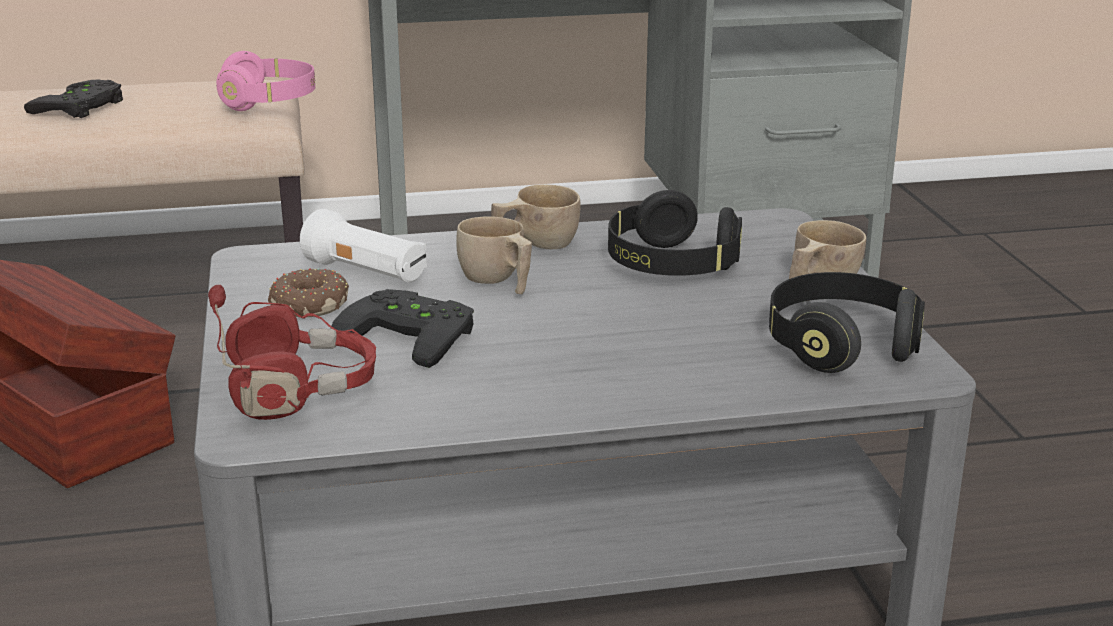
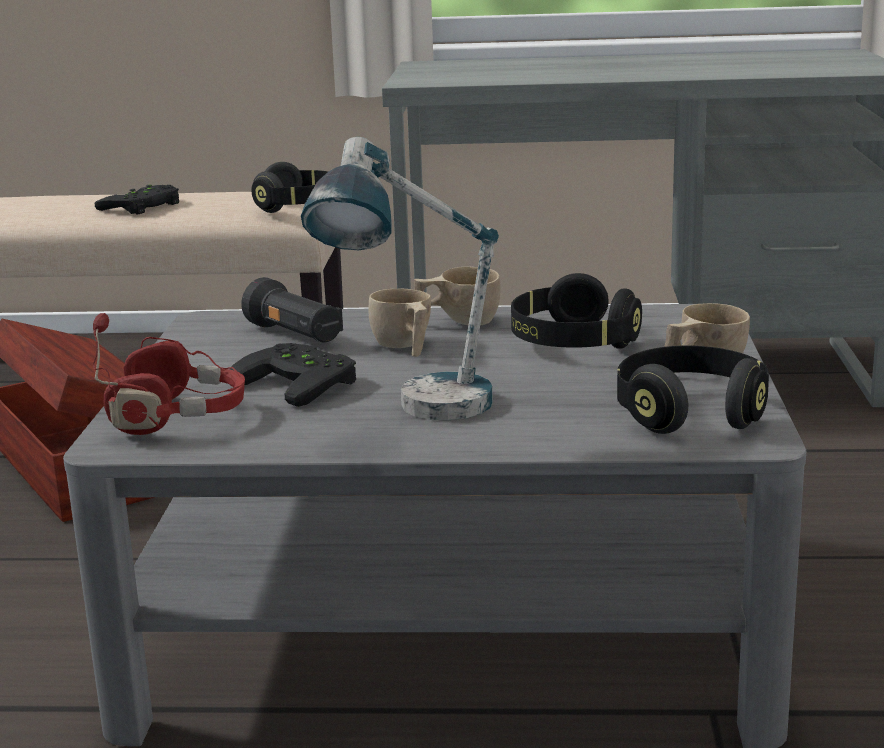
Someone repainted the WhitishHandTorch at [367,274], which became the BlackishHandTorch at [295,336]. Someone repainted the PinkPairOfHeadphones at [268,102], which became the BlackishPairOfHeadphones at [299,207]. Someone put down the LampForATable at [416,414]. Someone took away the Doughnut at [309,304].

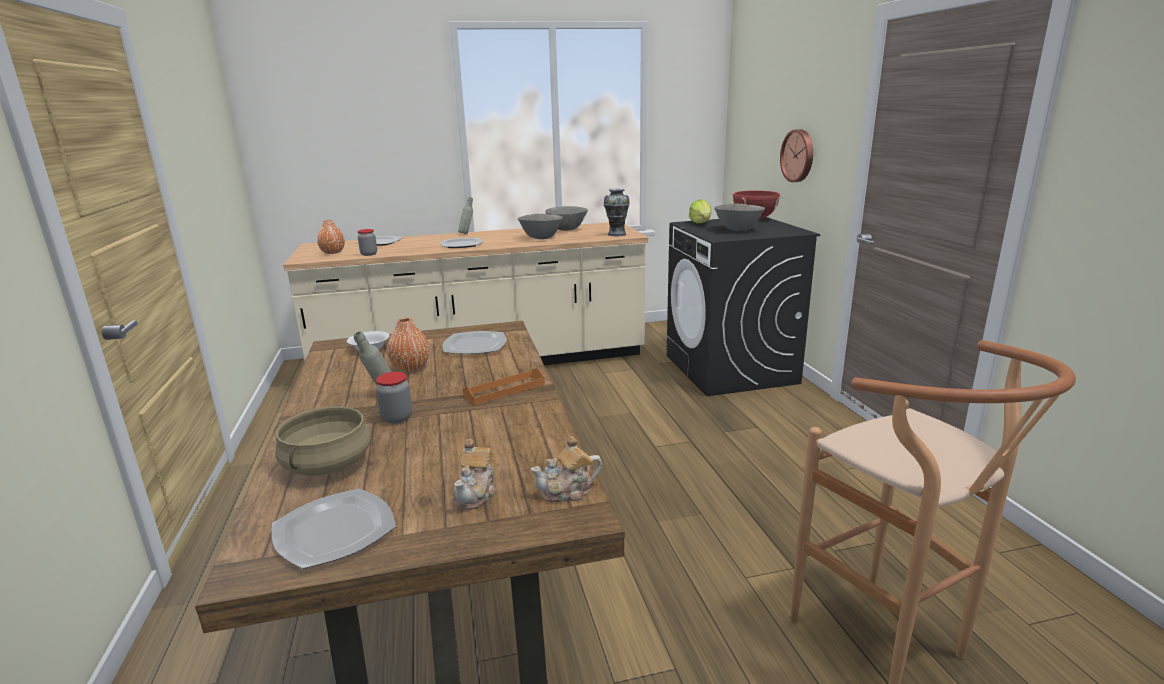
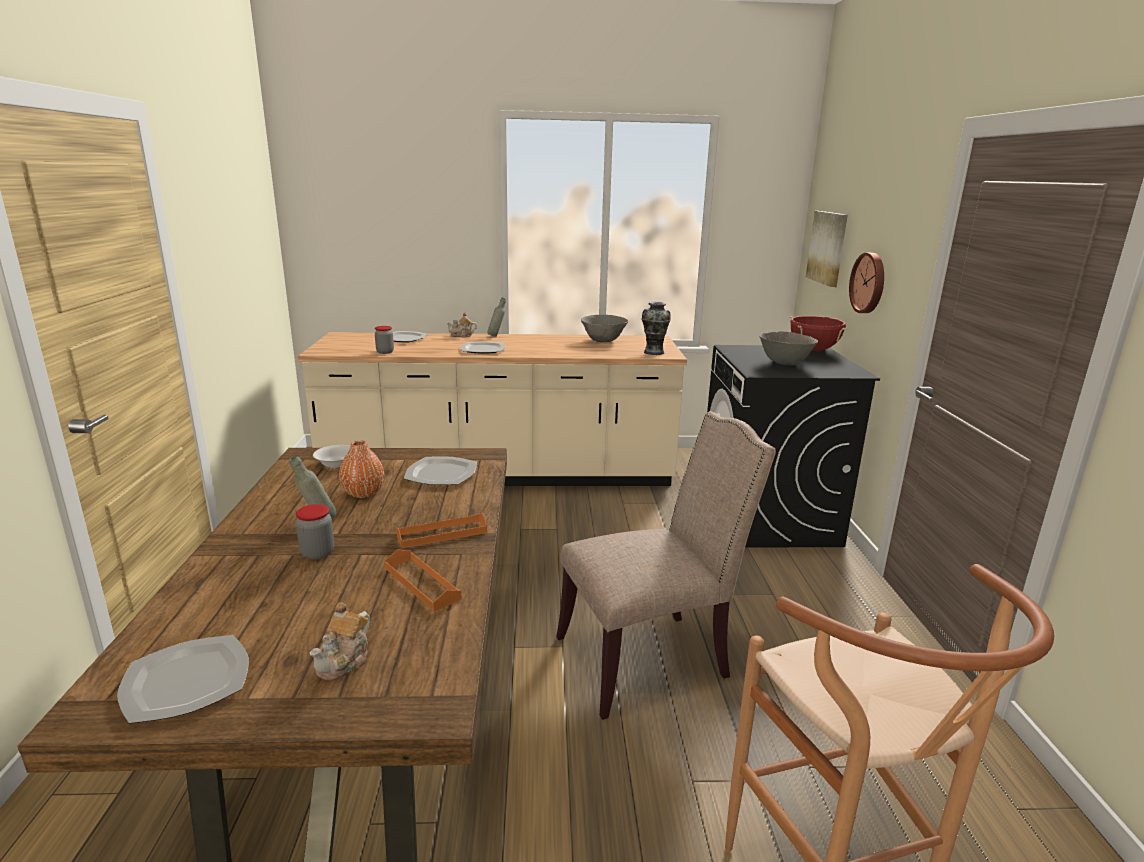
Someone put down the OrangeServingTray at [422,583]. Someone carried the TeaPot from [568,491] to [462,335]. Someone put down the BeigeColouredPlainChair at [649,658]. Someone put up the Picture at [828,247]. Someone took away the BeigeColouredSaucepot at [327,464]. Someone took away the OrangeDecorativeVase at [333,252]. Someone took away the GreyBowl at [541,238]. Someone took away the LettuceHead at [701,223].

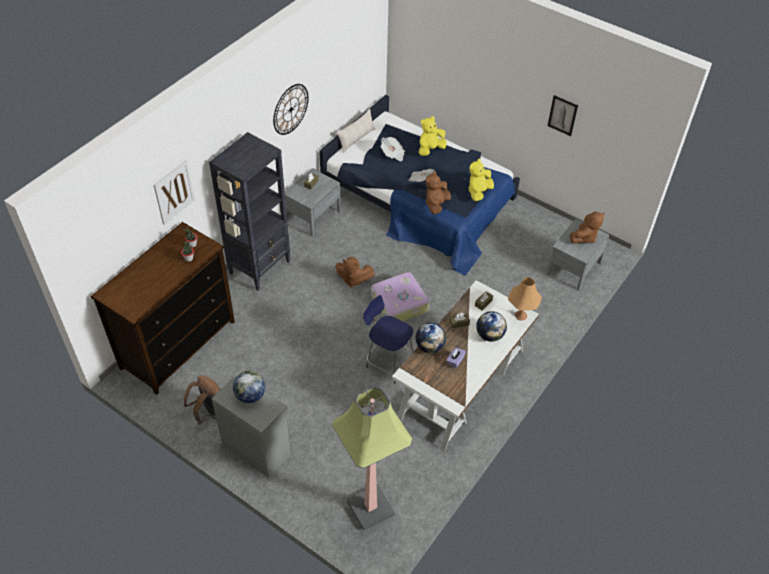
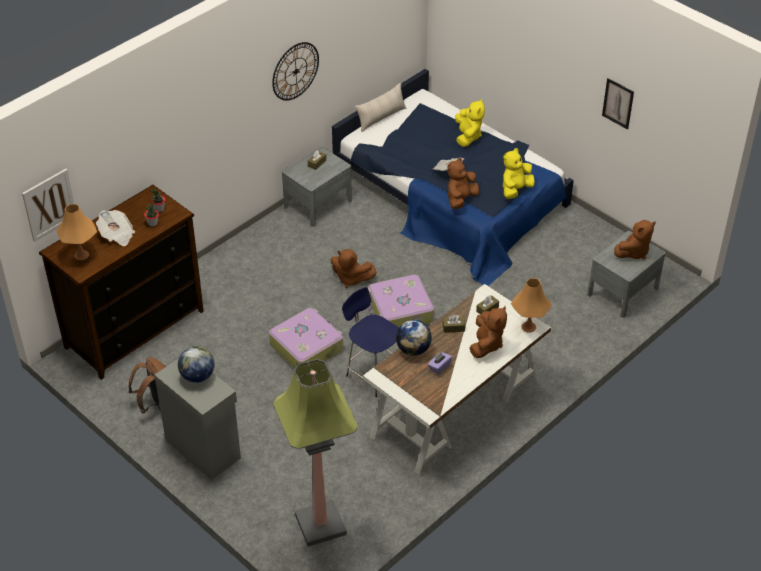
Someone carried the Picture from [174,192] to [49,204]. Someone put down the OrangeLampForATable at [81,255]. Someone carried the PrintedPaper from [393,154] to [117,235]. Someone put down the TravelCase at [307,346]. Someone rotated the YellowPlushToy at [430,149] by 120 degrees clockwise. Someone swapped the Globe at [489,335] for the BrownishPlushToy at [486,344]. Someone took away the BlackishShelvingUnit at [260,267].

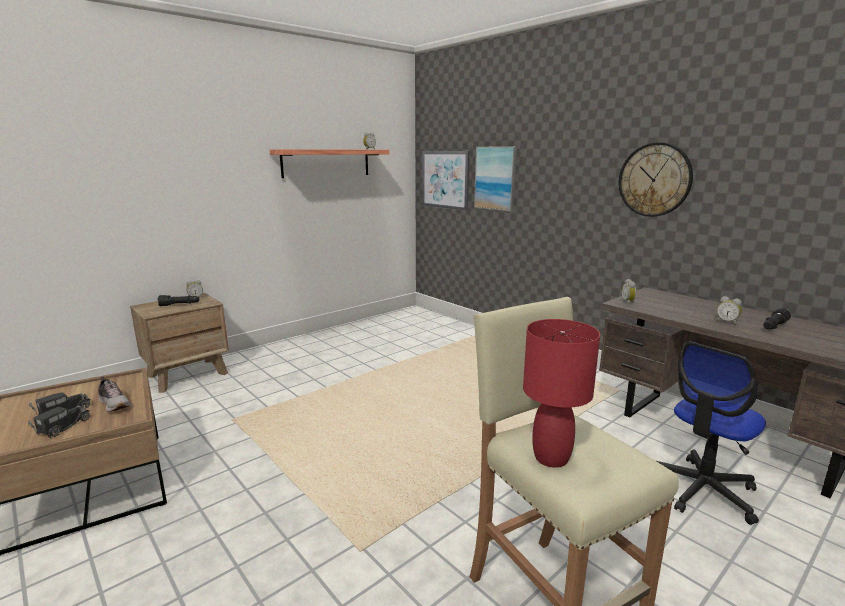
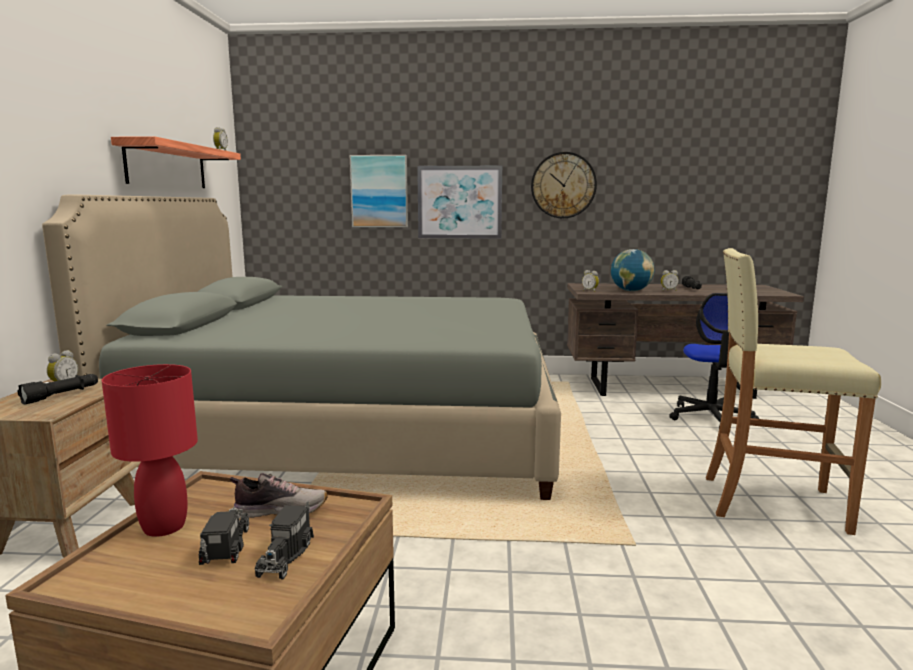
Someone put down the GreyBed at [352,432]. Someone carried the RedColouredLampForATable from [552,458] to [165,526]. Someone rotated the ModelTruck at [62,428] by 150 degrees counterclockwise. Someone carried the Picture from [445,179] to [459,202]. Someone put down the Globe at [631,291].

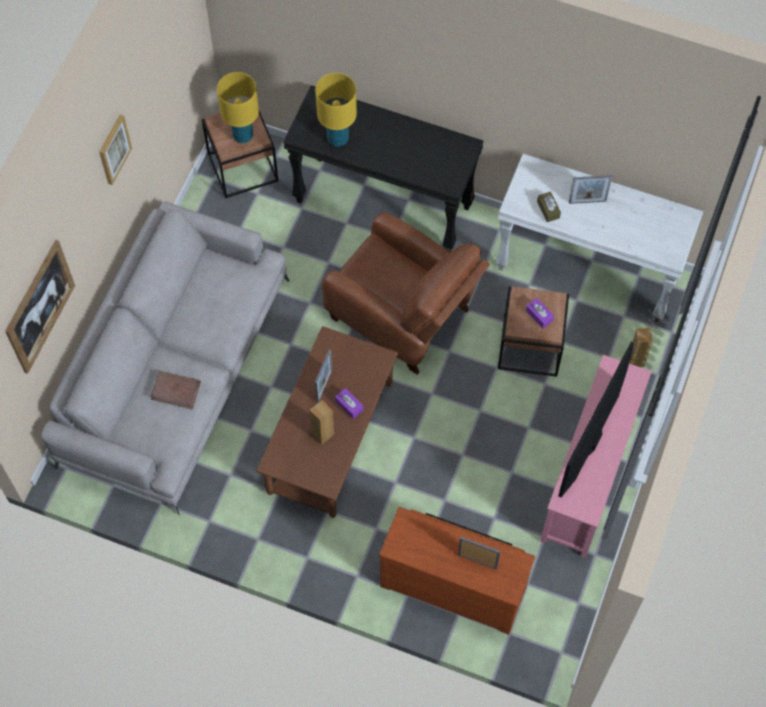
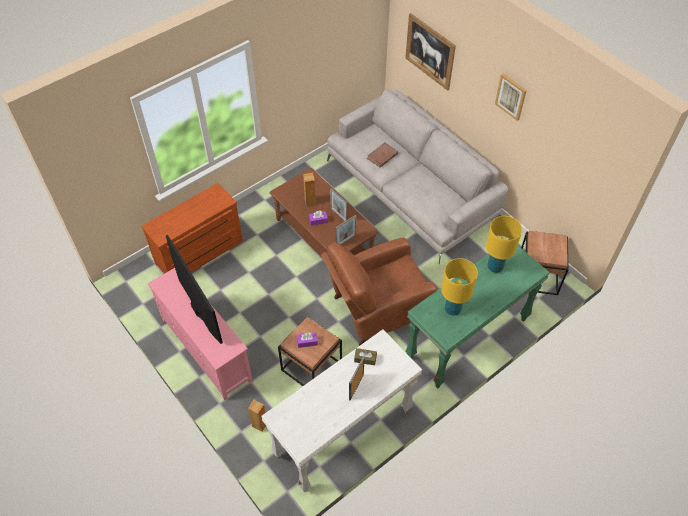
Someone carried the PhotoFrame from [477,561] to [346,240]. Someone repainted the BlackishHallTable at [384,204], which became the GreenHallTable at [468,339]. Someone carried the YellowLampForATable from [243,135] to [453,309].

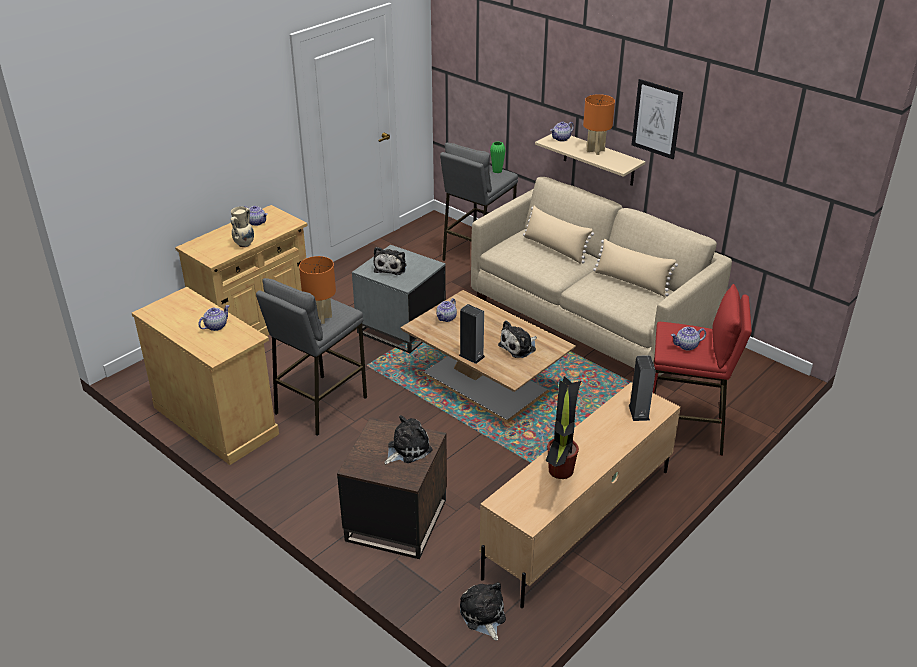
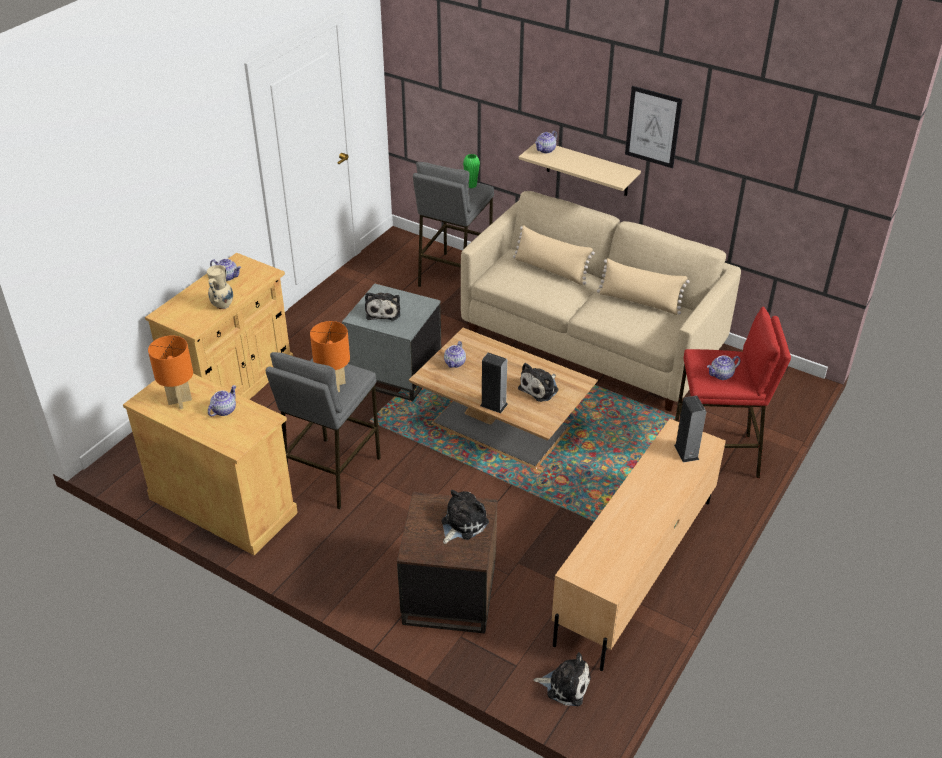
Someone carried the OrangeLampForATable from [595,151] to [179,401]. Someone rotated the PlushToy at [483,616] by 135 degrees clockwise. Someone took away the Houseplant at [560,471].

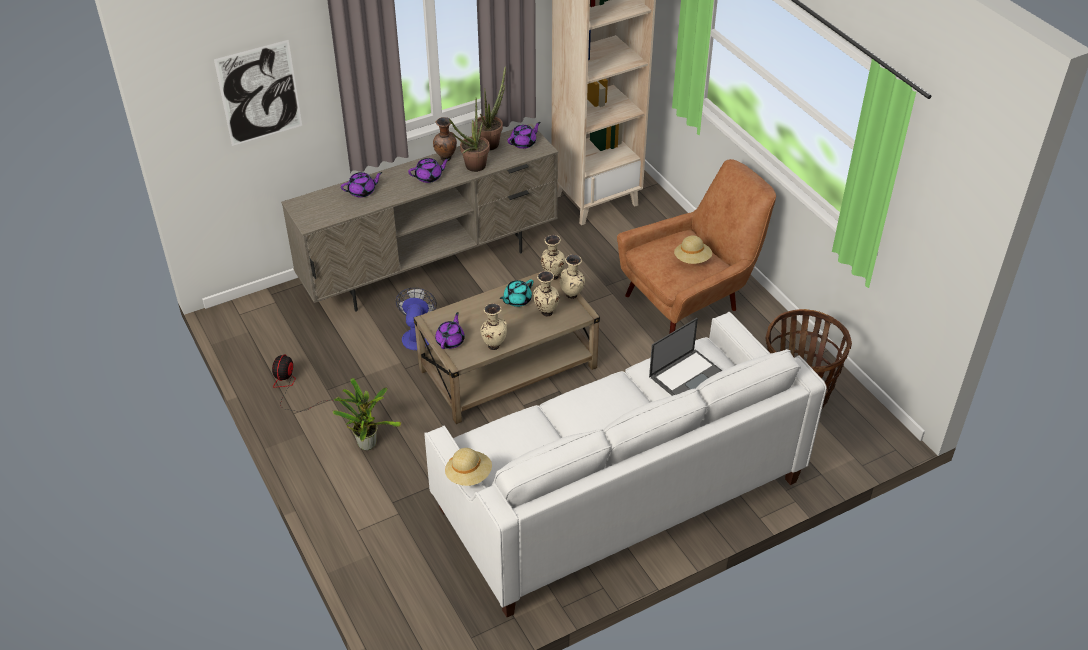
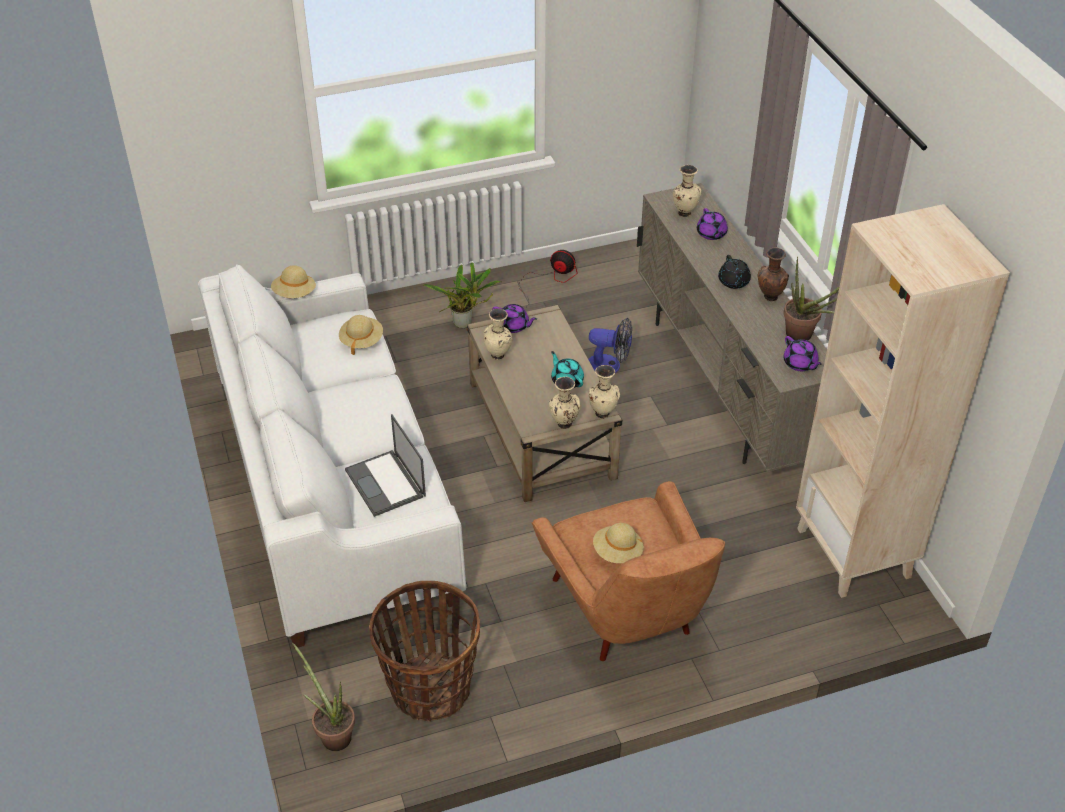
Someone carried the Houseplant from [472,168] to [332,734]. Someone put down the BeigeColouredHat at [361,341]. Someone carried the BeigeColouredDecorativeVase from [545,312] to [684,213]. Someone repainted the PurpleTeaPot at [429,177], which became the BlackishTeaPot at [733,282]. Someone took away the Picture at [259,93].

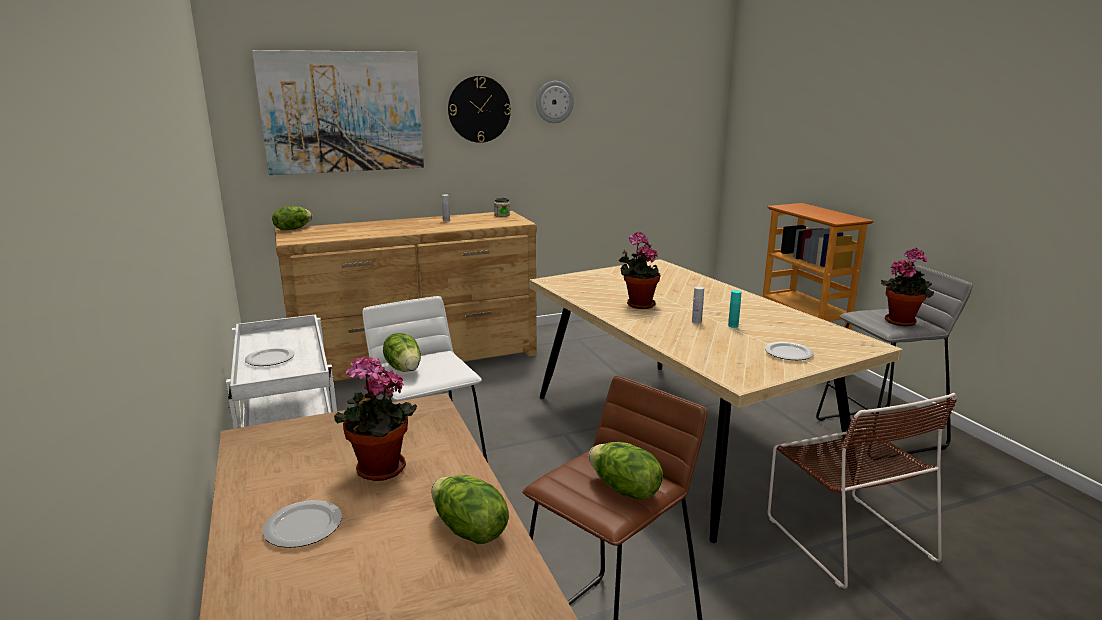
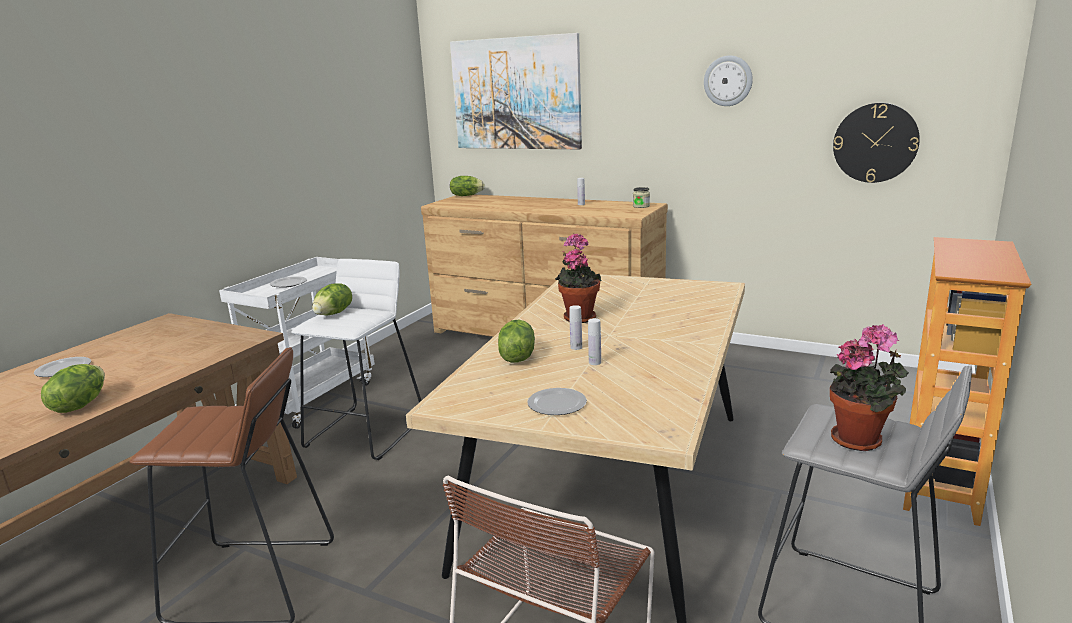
Someone carried the LettuceHead from [624,490] to [516,357]. Someone repainted the TurquoiseColouredBeverageBottle at [733,326], which became the WhitishBeverageBottle at [595,362]. Someone carried the WallClock from [479,109] to [875,143]. Someone took away the Houseplant at [378,471].

